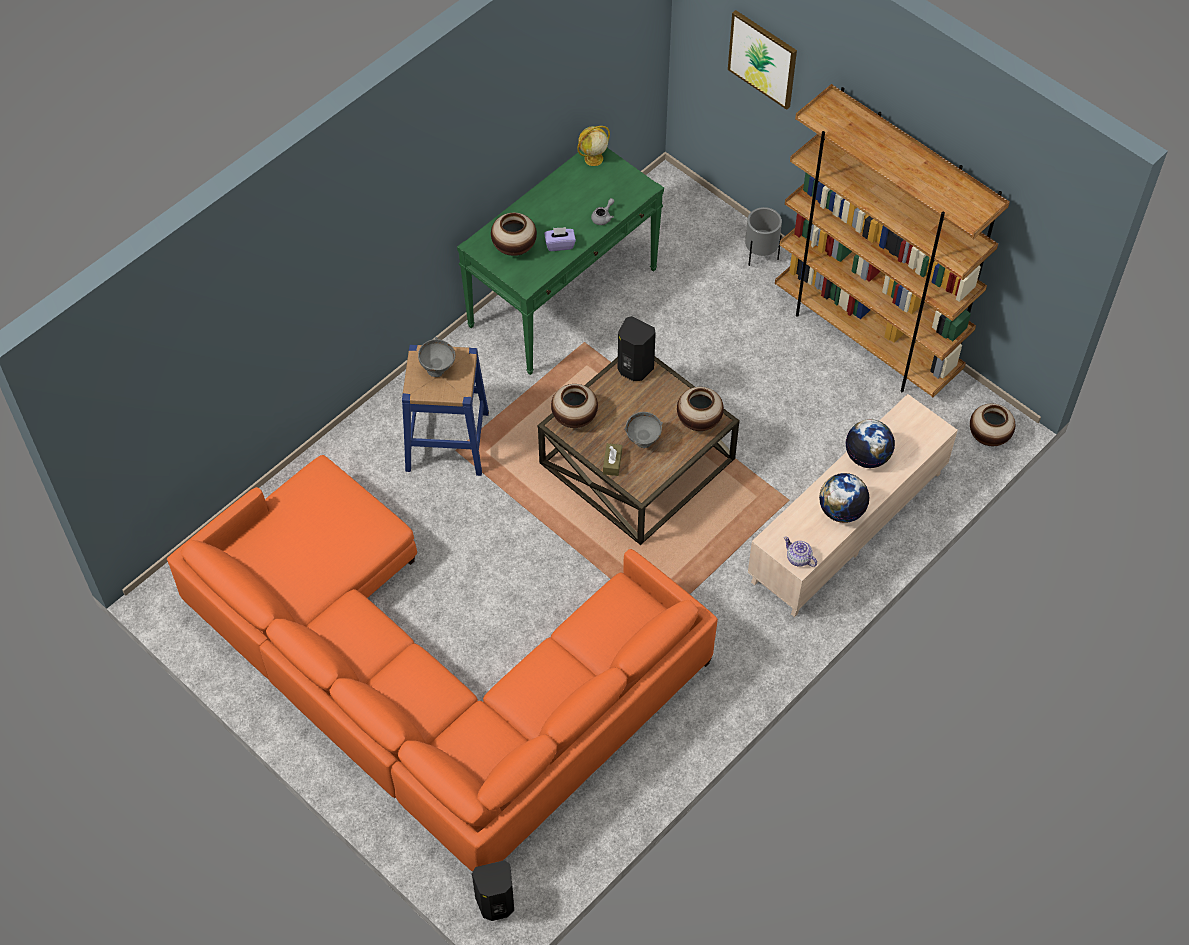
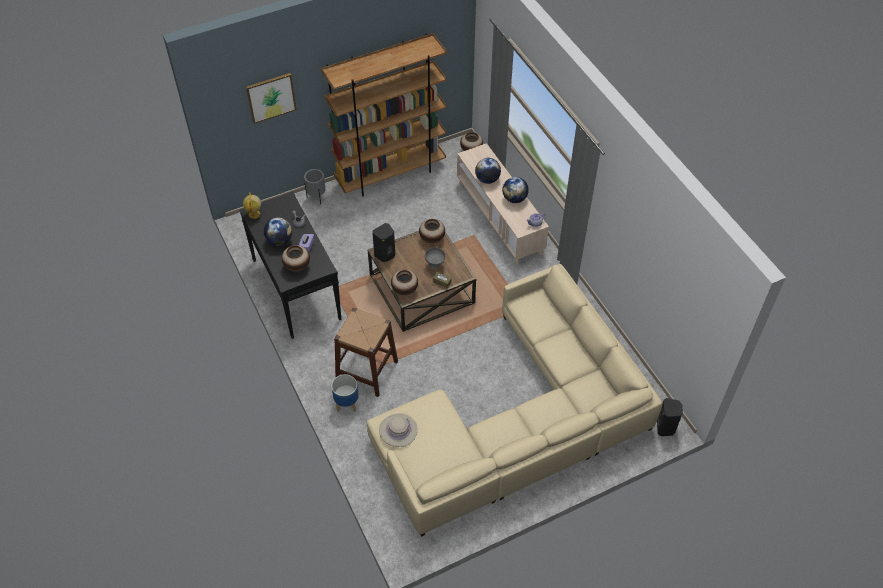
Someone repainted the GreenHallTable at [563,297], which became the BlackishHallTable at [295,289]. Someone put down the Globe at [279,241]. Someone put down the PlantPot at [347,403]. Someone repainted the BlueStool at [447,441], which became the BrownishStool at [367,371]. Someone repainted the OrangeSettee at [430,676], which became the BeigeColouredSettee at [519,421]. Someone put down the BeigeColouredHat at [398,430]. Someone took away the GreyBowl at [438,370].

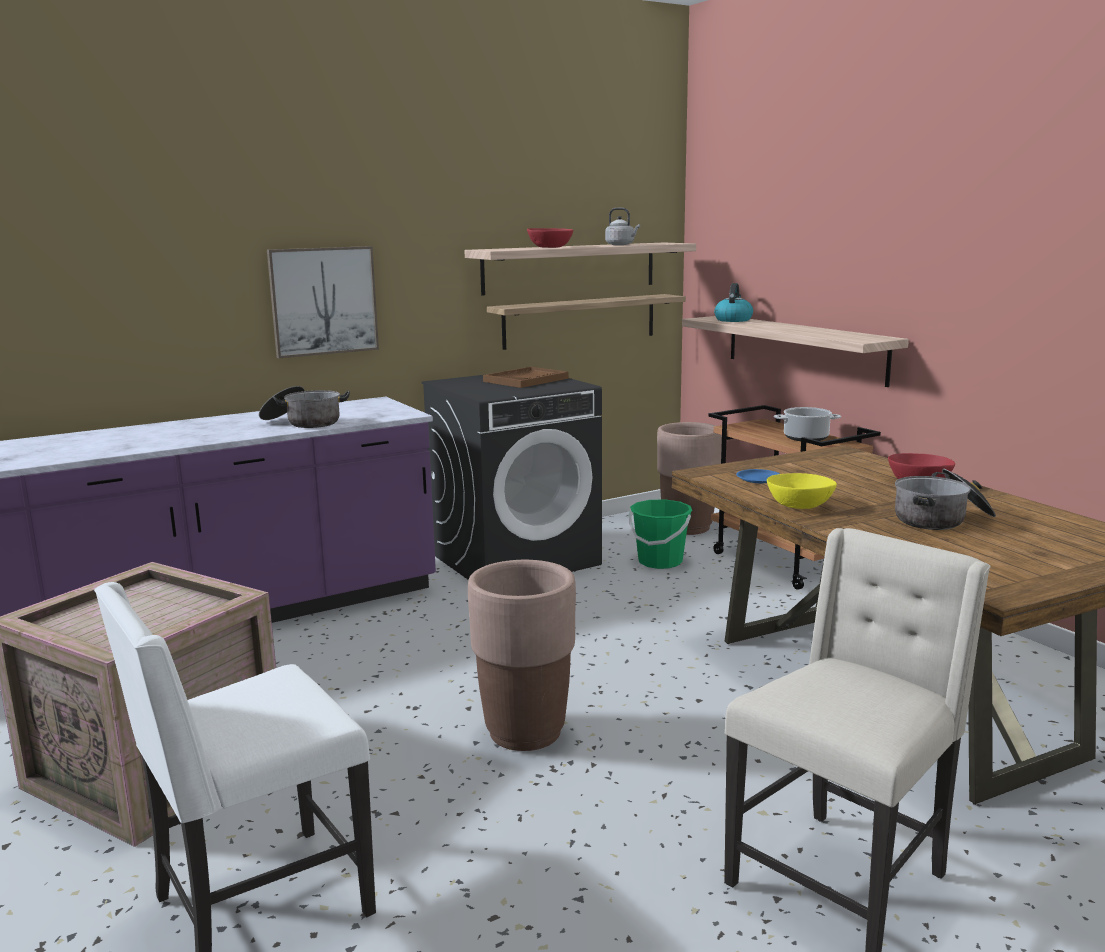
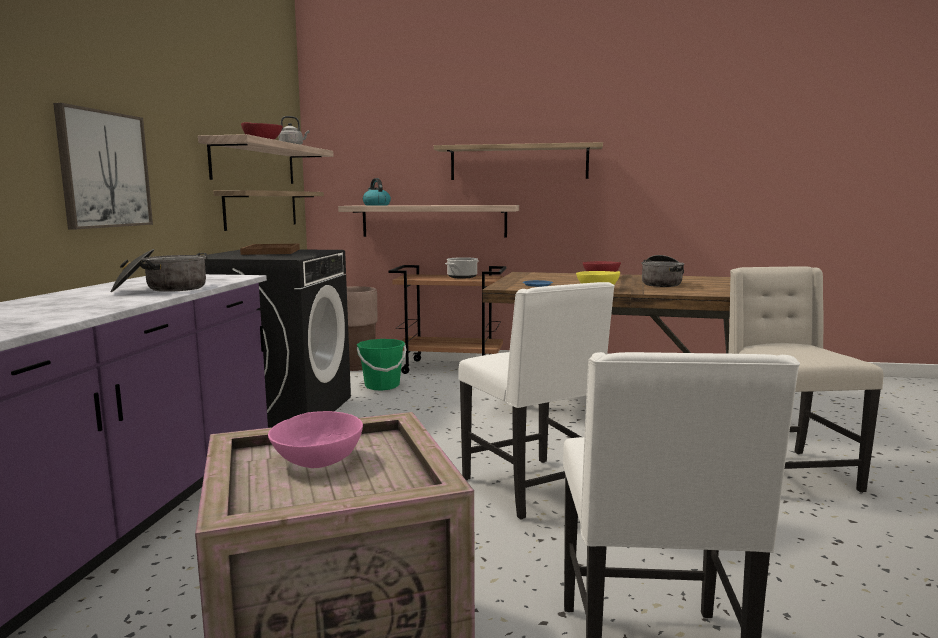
Someone put down the PinkBowl at [318,460]. Someone put up the Shelf at [518,162]. Someone swapped the BrownishPlantPot at [524,732] for the WhitishPlainChair at [532,489].

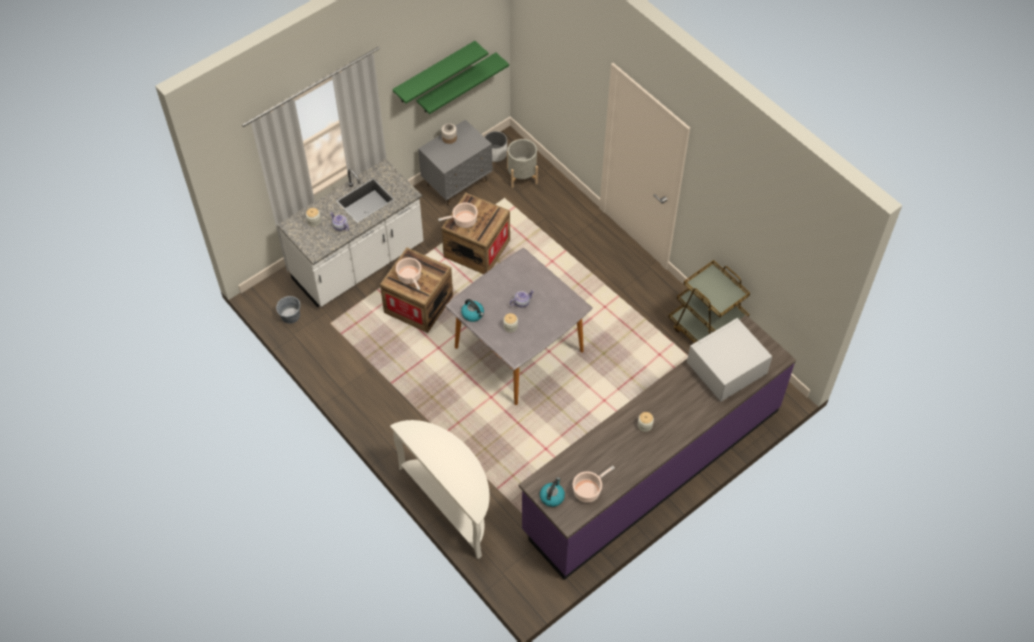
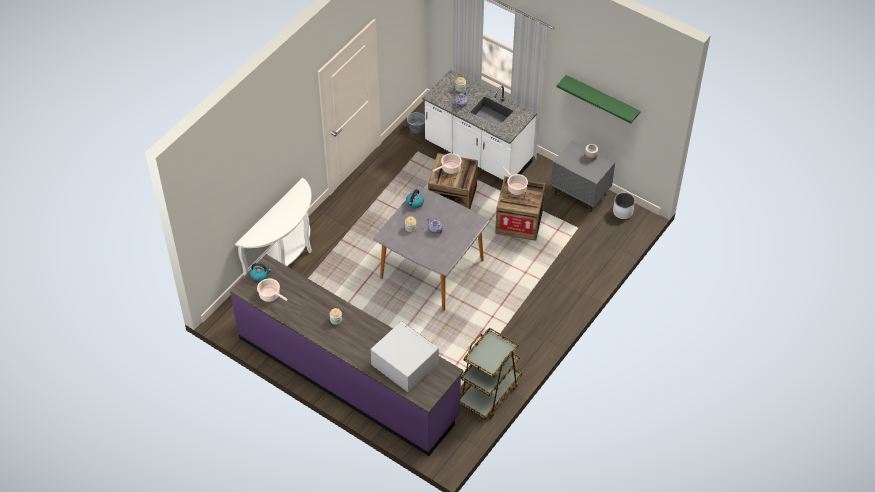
Someone took away the GreenShelf at [457,84]. Someone took away the GreyPlantPot at [522,175].

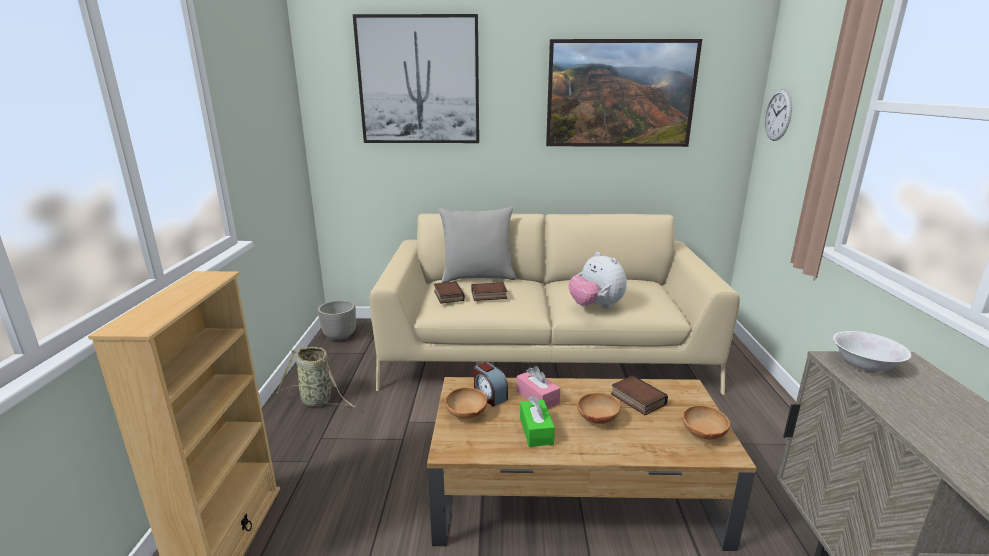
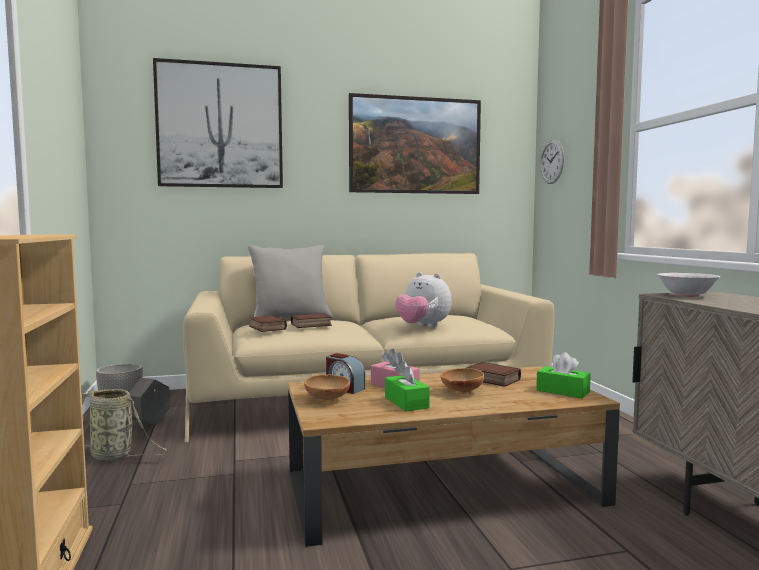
Someone put down the GreyPlantPot at [150,424]. Someone swapped the BrownishBowl at [702,434] for the GreenTissueBox at [562,391].

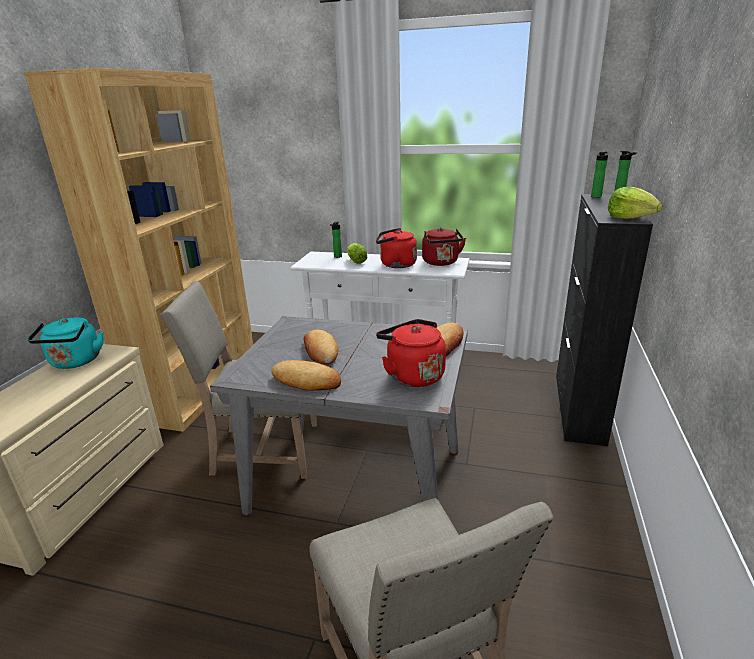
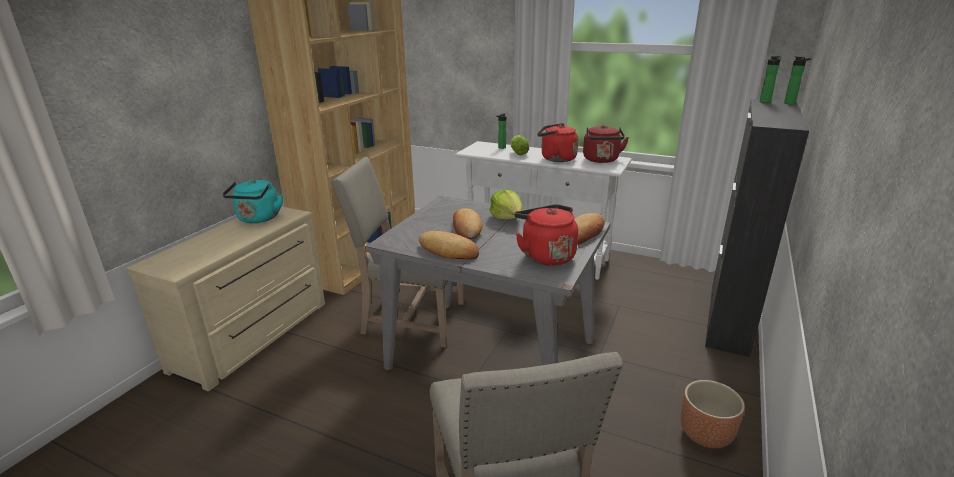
Someone carried the LettuceHead from [630,218] to [507,217]. Someone put down the BrownishPlantPot at [706,435].

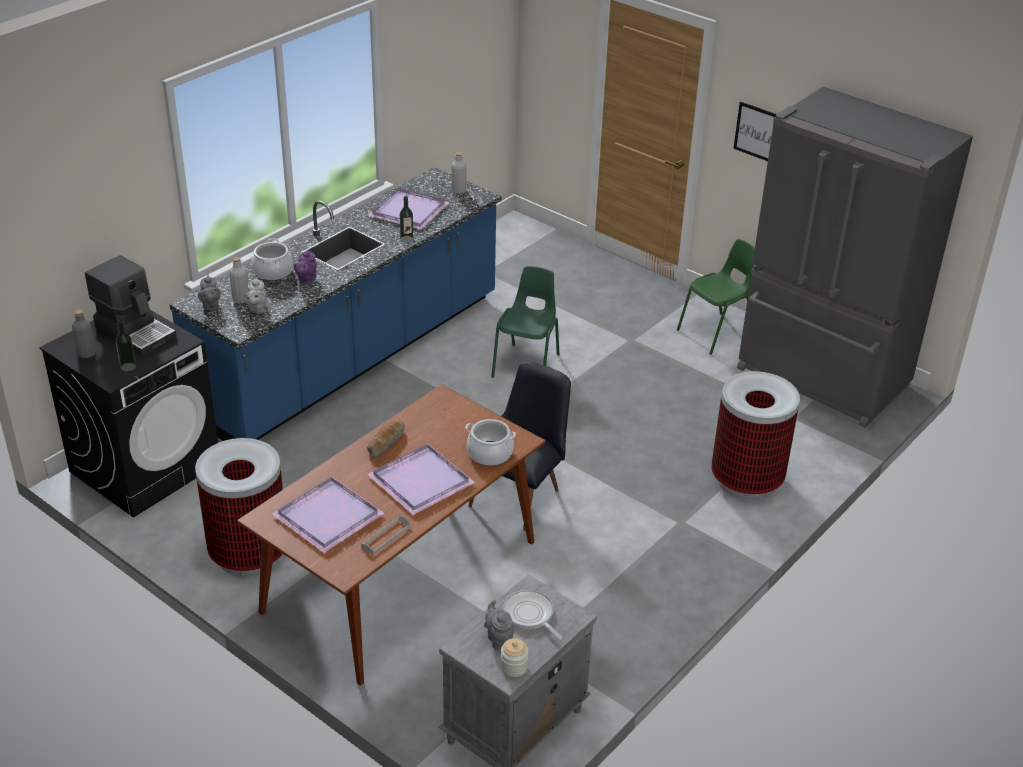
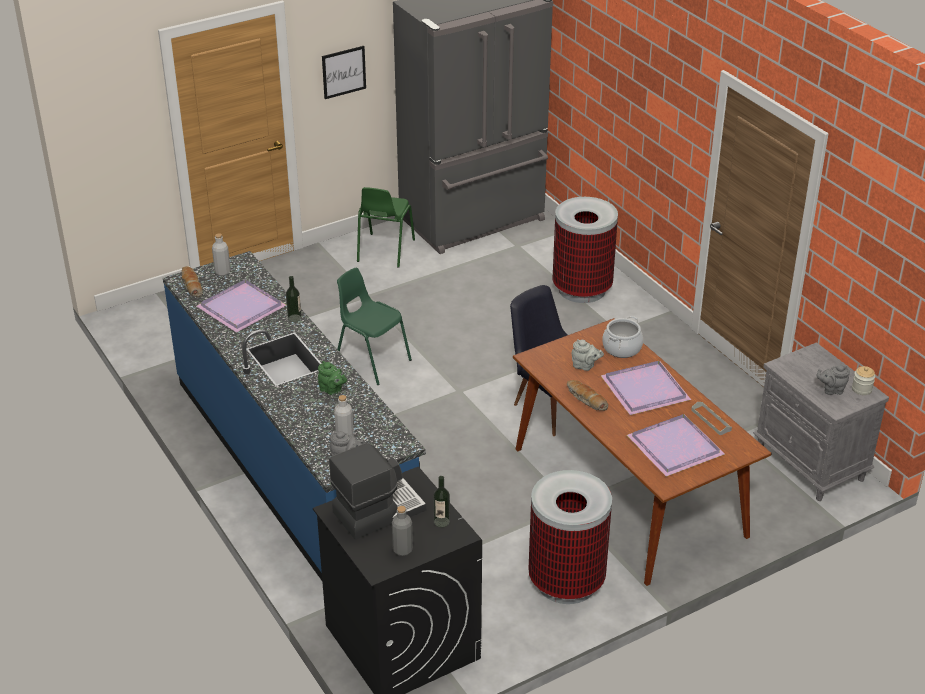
Someone put down the Bread at [191,286]. Someone repainted the PurpleTeaPot at [306,279], which became the GreenTeaPot at [332,390]. Someone rotated the GreenPlainChair at [716,333] by 150 degrees counterclockwise. Someone carried the GreyTeaPot from [256,309] to [585,366]. Someone took away the Saucepot at [273,272]. Someone took away the Skillet at [530,615].

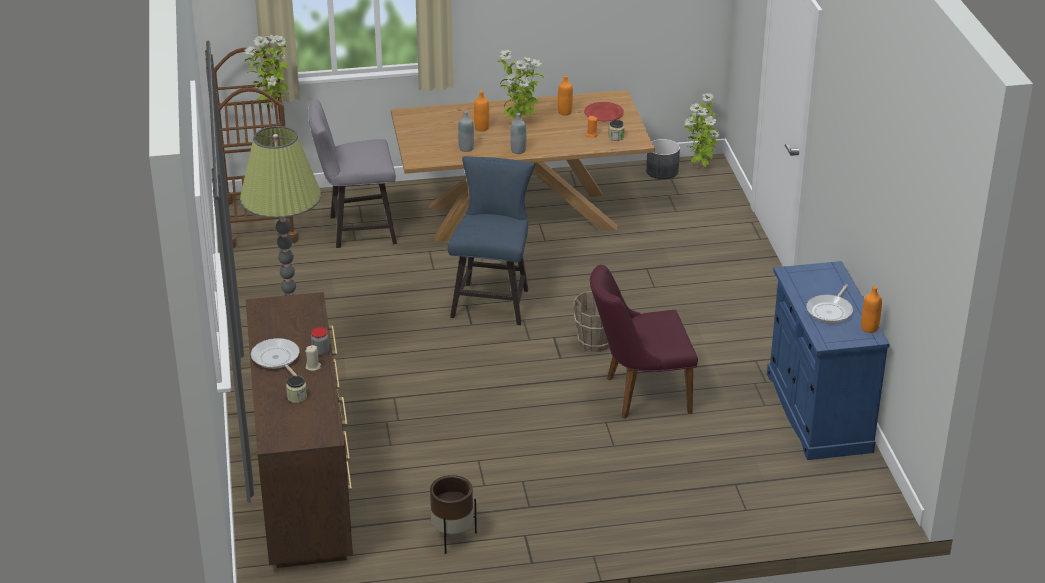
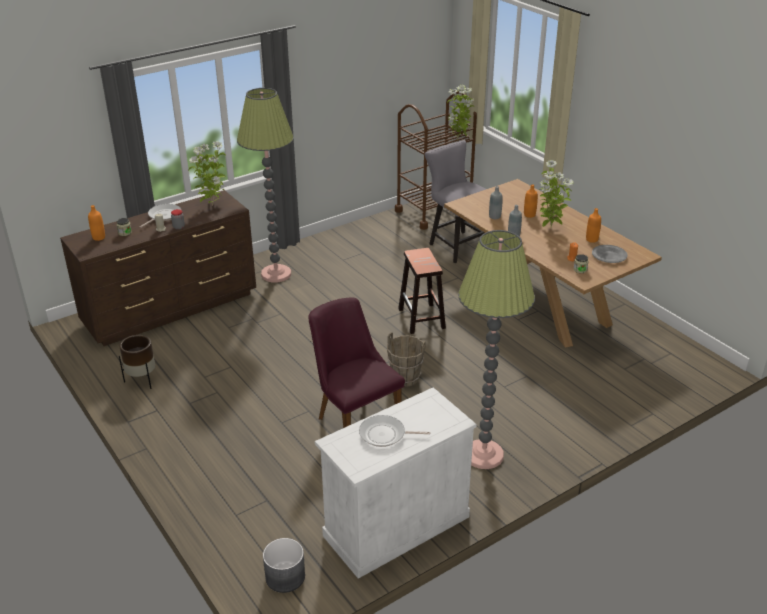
Someone carried the OrangeBeverageBottle from [869,328] to [99,237]. Someone carried the Houseplant from [701,167] to [212,205]. Someone carried the GreyPlantPot from [662,171] to [285,576]. Someone repainted the BlueStorageCabinet at [818,412], which became the WhitishStorageCabinet at [396,526]. Someone swapped the BluePlainChair at [492,300] for the BrownishStool at [422,319]. Someone put down the StandingLamp at [483,455]. Someone repainted the RedColouredFlatDish at [603,114], which became the GreyFlatDish at [609,256].

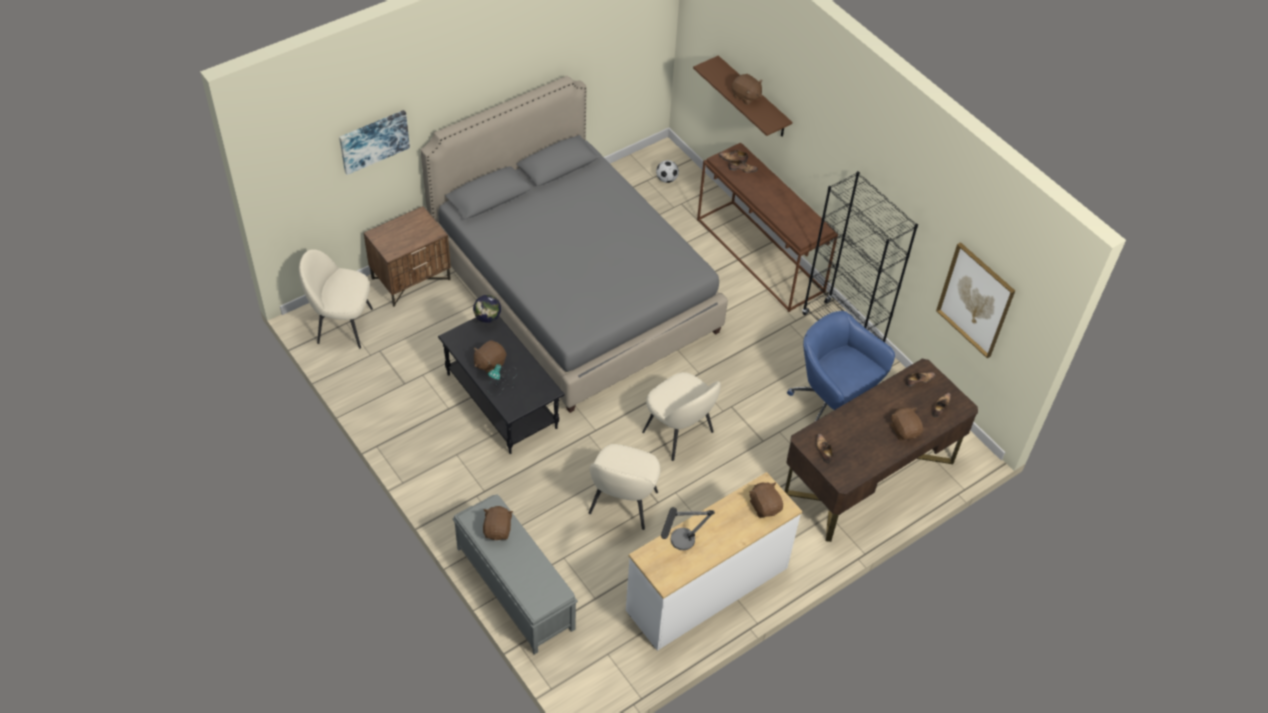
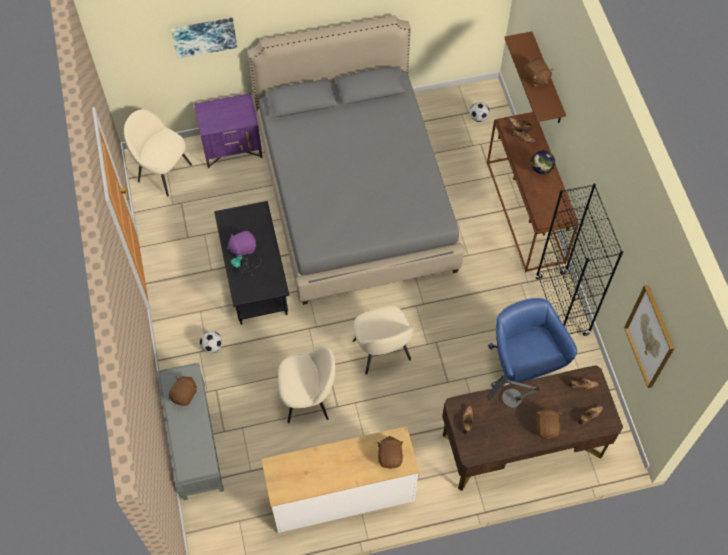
Someone repainted the BrownishNightstand at [411,279], which became the PurpleNightstand at [232,147]. Someone put down the BallForFootball at [212,346]. Someone repainted the BrownishPlushToy at [489,363], which became the PurplePlushToy at [242,248]. Someone rotated the BeigeColouredPlainChair at [622,504] by 135 degrees counterclockwise. Someone carried the LampForATable from [679,545] to [507,402]. Someone carried the Globe from [488,322] to [540,172].

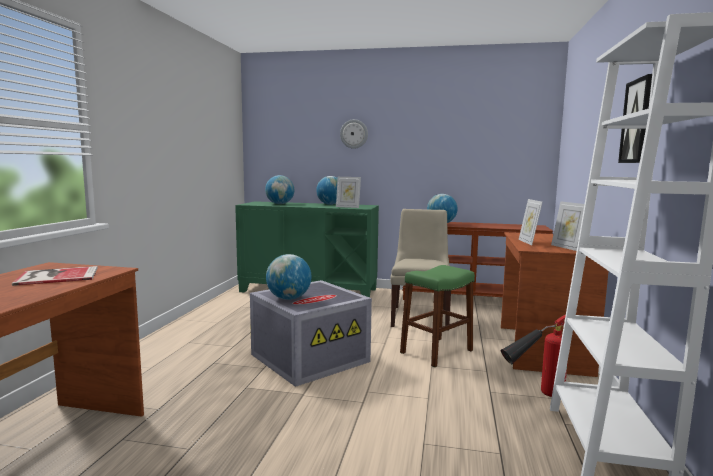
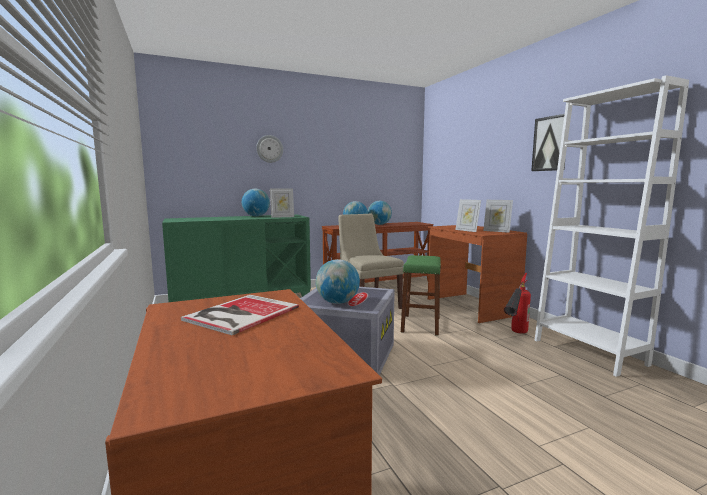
Someone carried the Globe from [280,204] to [379,224].

